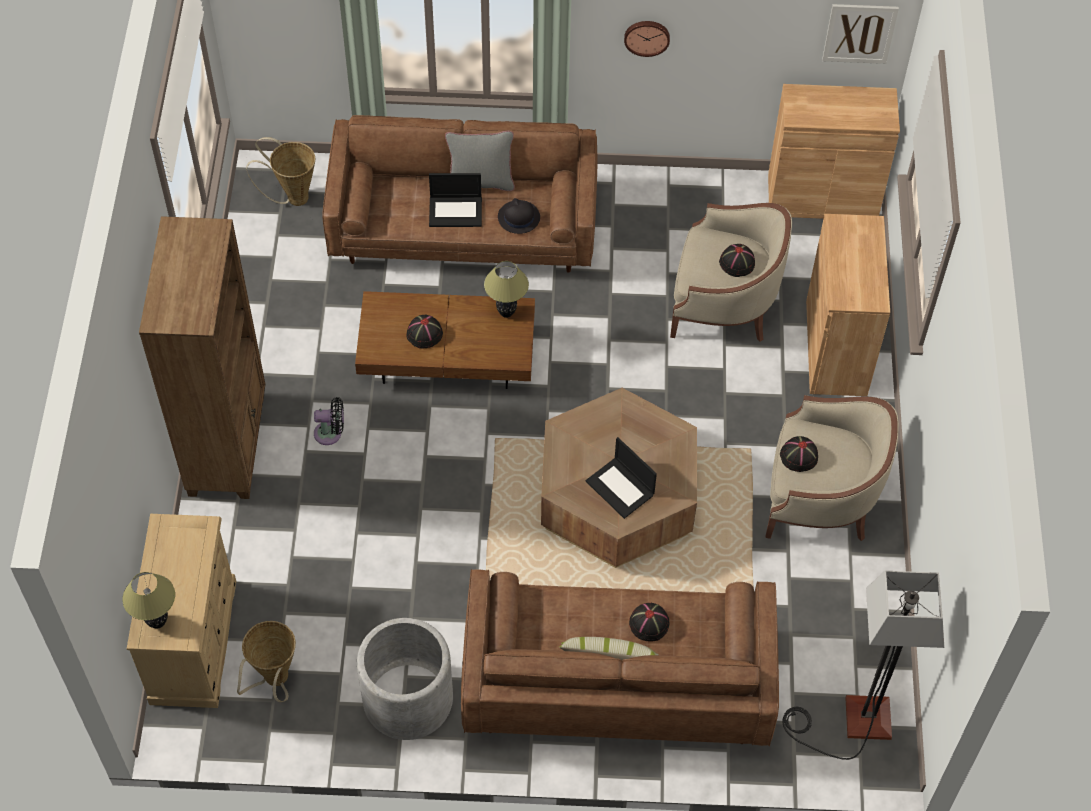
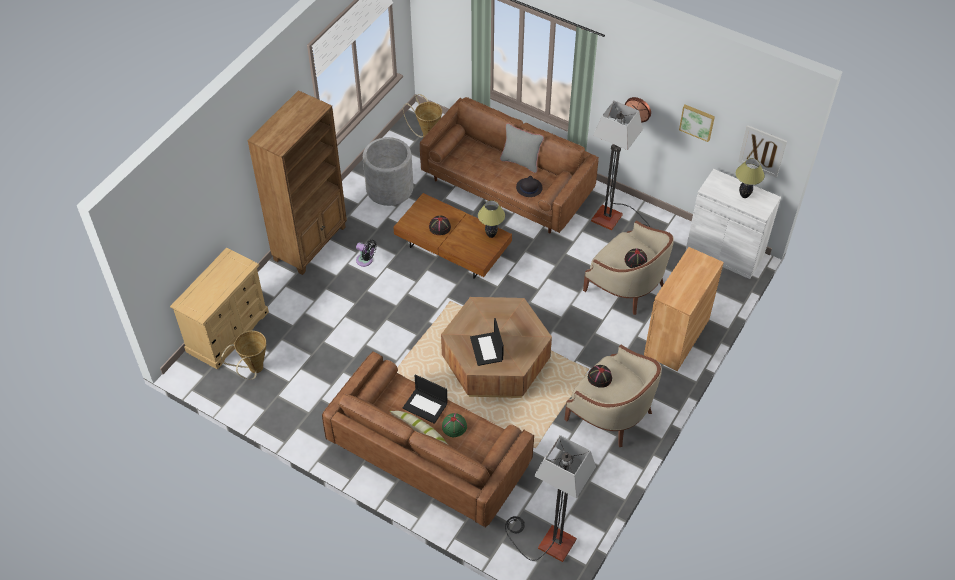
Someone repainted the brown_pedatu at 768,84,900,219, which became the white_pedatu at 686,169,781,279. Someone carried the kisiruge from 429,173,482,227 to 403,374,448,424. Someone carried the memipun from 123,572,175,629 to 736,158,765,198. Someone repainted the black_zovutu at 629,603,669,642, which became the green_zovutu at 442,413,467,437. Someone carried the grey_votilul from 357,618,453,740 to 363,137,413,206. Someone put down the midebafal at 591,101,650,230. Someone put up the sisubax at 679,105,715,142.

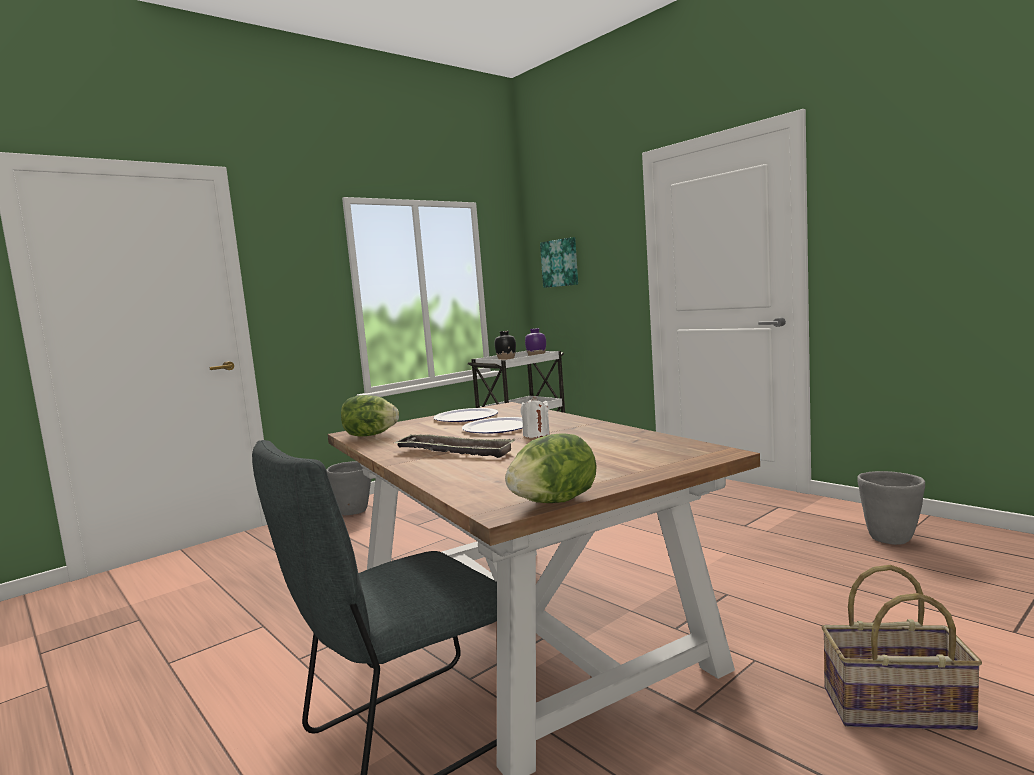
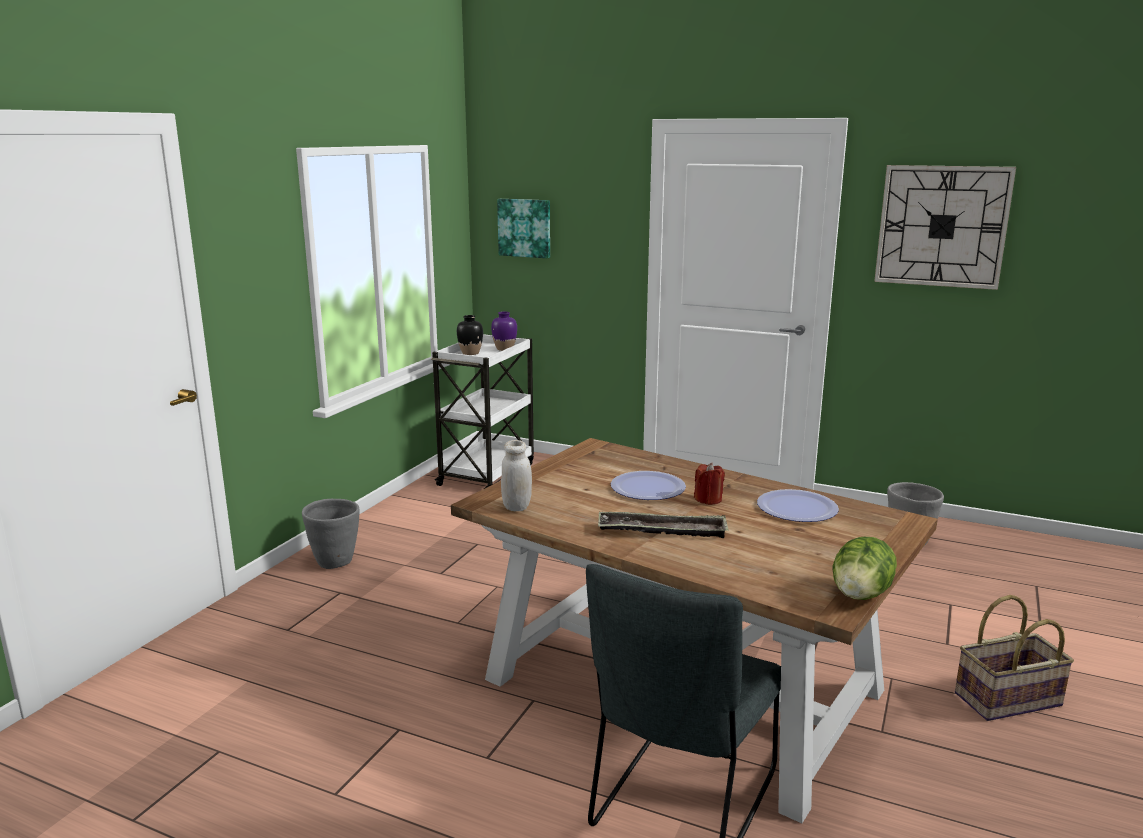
Someone swapped the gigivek at 341,395,399,437 for the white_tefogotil at 501,440,532,511. Someone repainted the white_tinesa at 521,396,550,438, which became the red_tinesa at 694,463,725,505. Someone carried the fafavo from 433,408,498,422 to 757,489,839,522. Someone put up the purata at 874,165,1016,290.

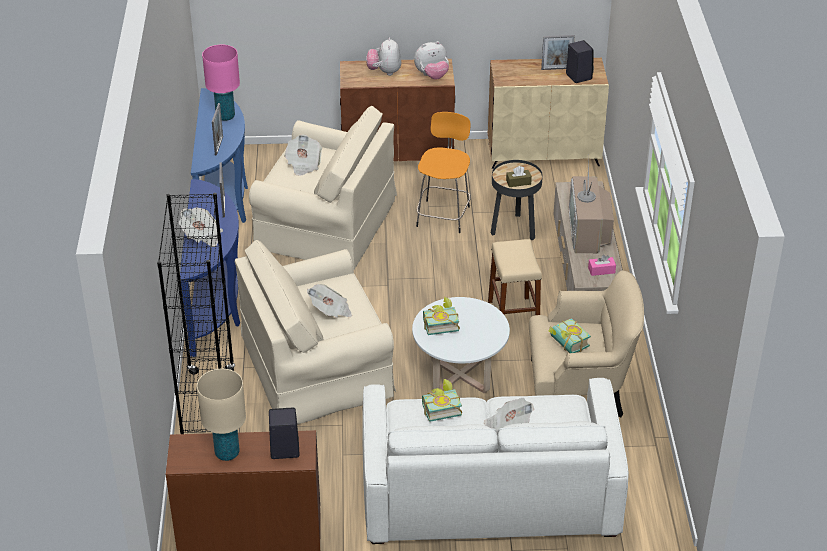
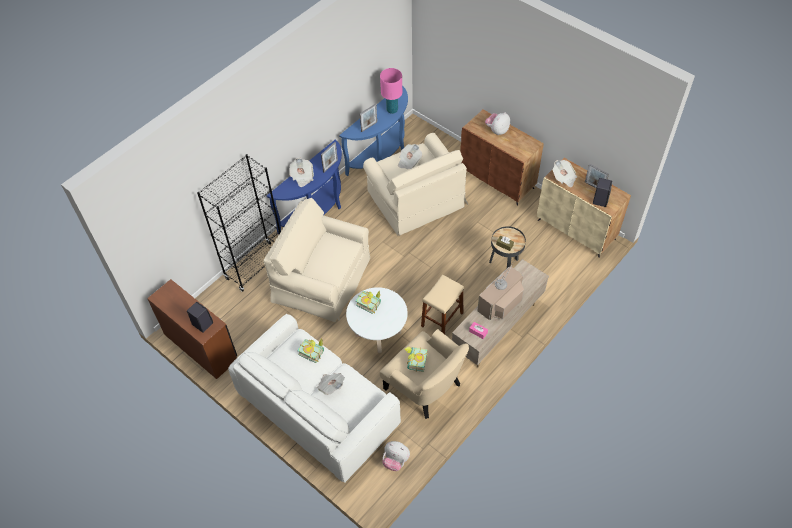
Someone carried the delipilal from 414,41,449,80 to 382,441,410,471. Someone took away the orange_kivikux at 416,112,471,233. Someone carried the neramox from 307,284,352,318 to 553,160,577,187. Someone took away the beige_memipun at 197,369,246,461.

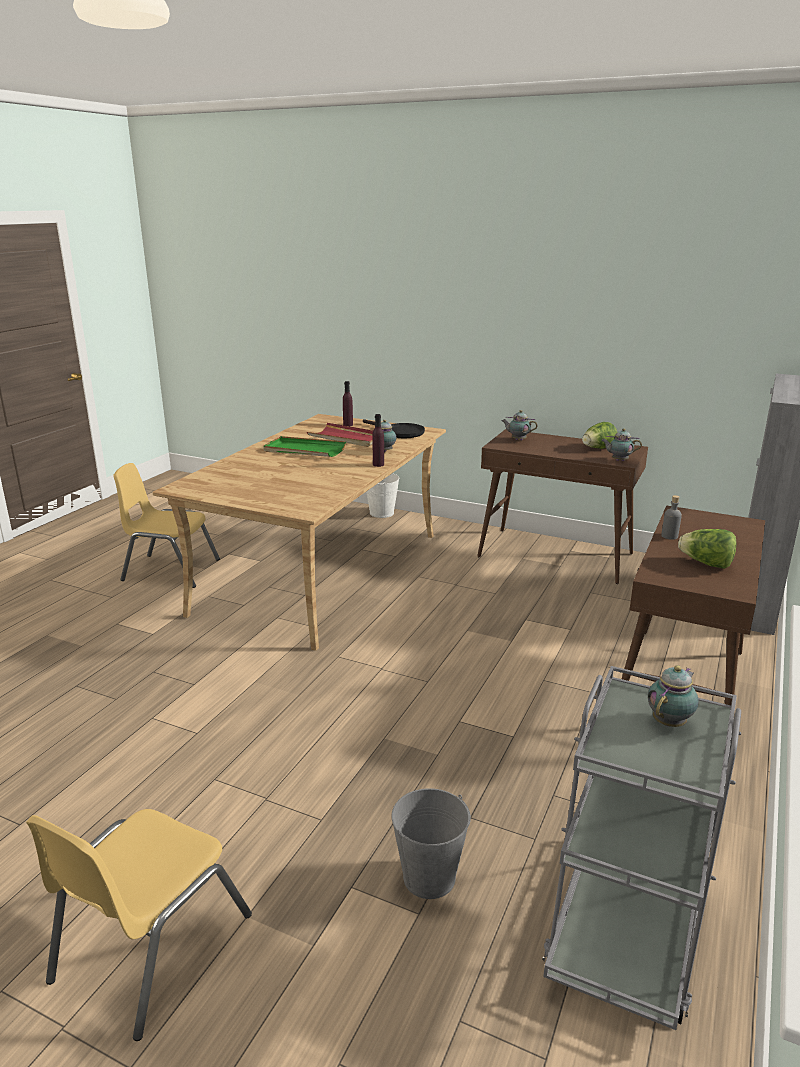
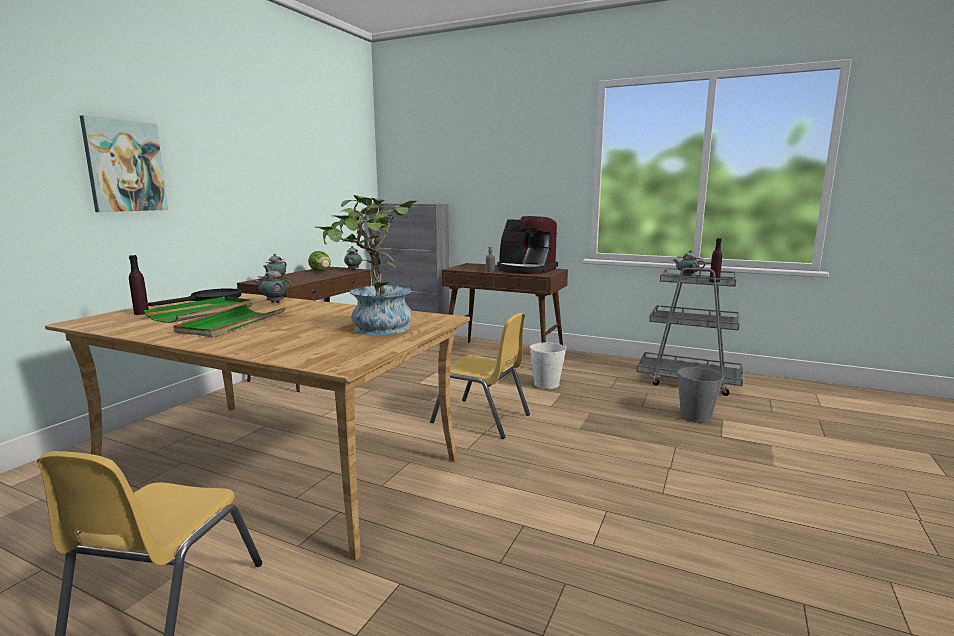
Someone carried the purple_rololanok from 372,414,384,467 to 709,238,722,283. Someone repainted the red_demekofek at 307,423,373,447, which became the green_demekofek at 143,296,252,323. Someone carried the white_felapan from 366,473,399,518 to 530,343,566,389. Someone swapped the gigivek at 678,529,737,569 for the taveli at 497,216,558,274. Someone carried the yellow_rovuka from 26,809,252,1041 to 430,313,530,439. Someone put up the sisubax at 80,115,168,212. Someone put down the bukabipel at 314,195,420,335.

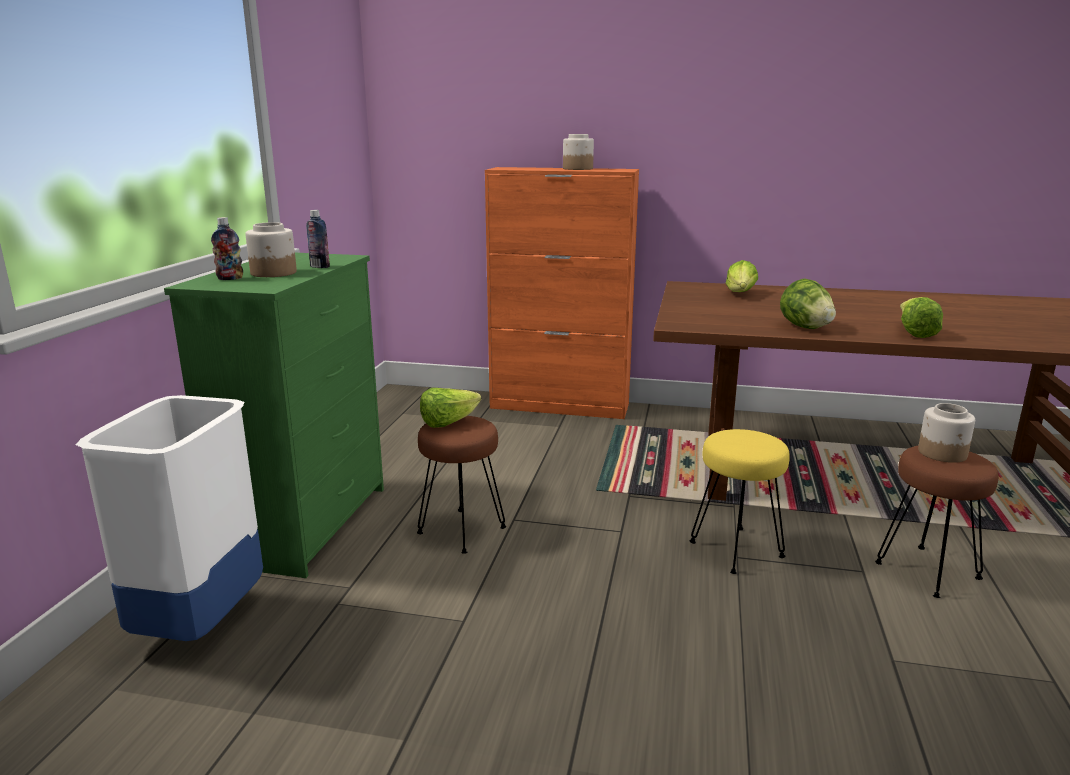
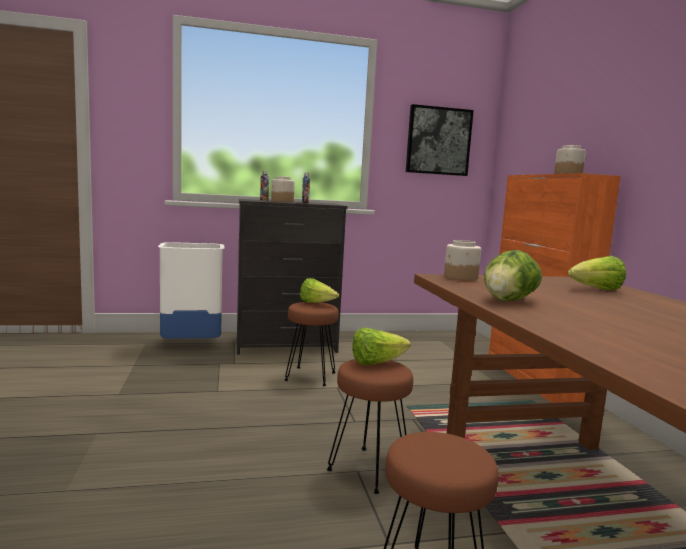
Someone repainted the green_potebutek at 164,253,384,578, which became the black_potebutek at 237,199,348,354. Someone carried the gigivek from 900,297,943,338 to 352,327,411,365. Someone carried the tefogotil from 918,403,975,463 to 444,240,481,281. Someone repainted the yellow_kivikux at 690,429,790,574, which became the brown_kivikux at 327,359,413,494. Someone put up the sisubax at 406,104,474,176.

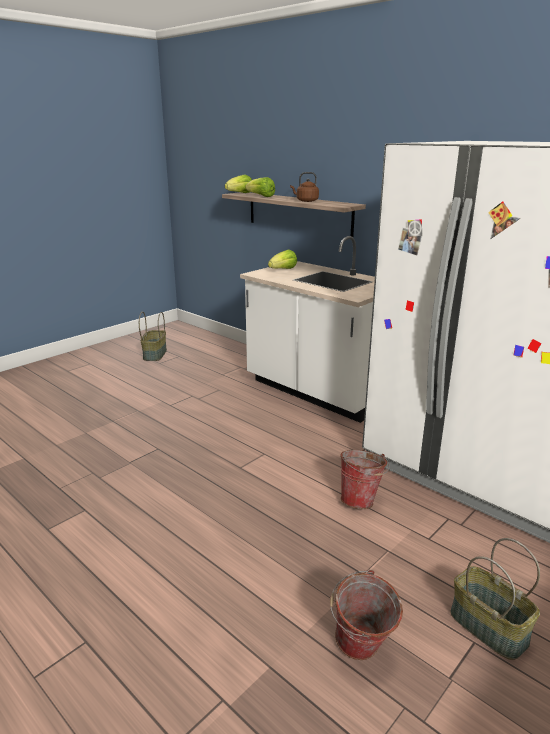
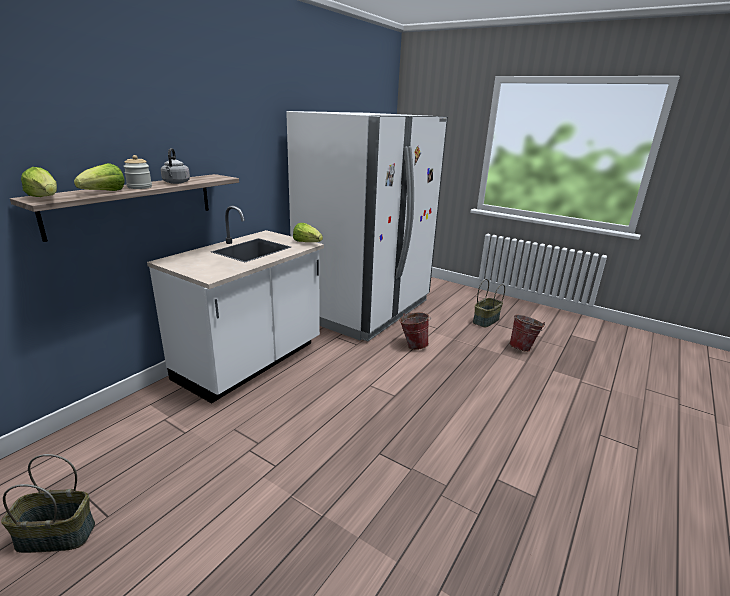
Someone repainted the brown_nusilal at 290,172,319,202, which became the grey_nusilal at 161,148,190,184. Someone carried the gigivek from 268,249,297,269 to 293,223,323,242. Someone put down the tefogotil at 123,155,152,189.

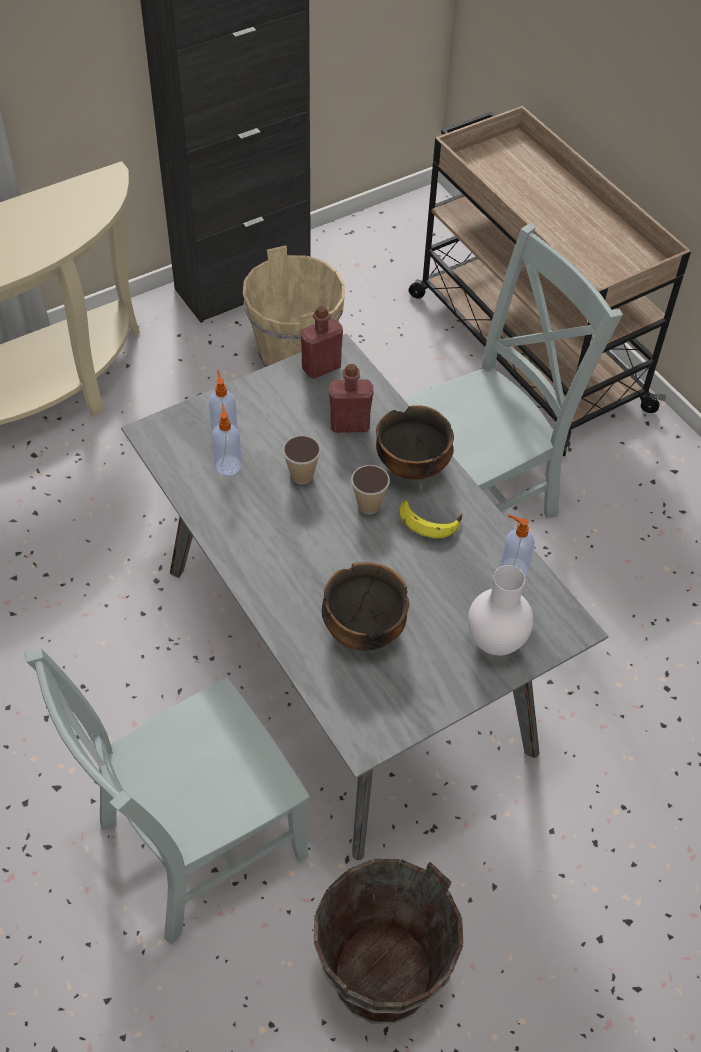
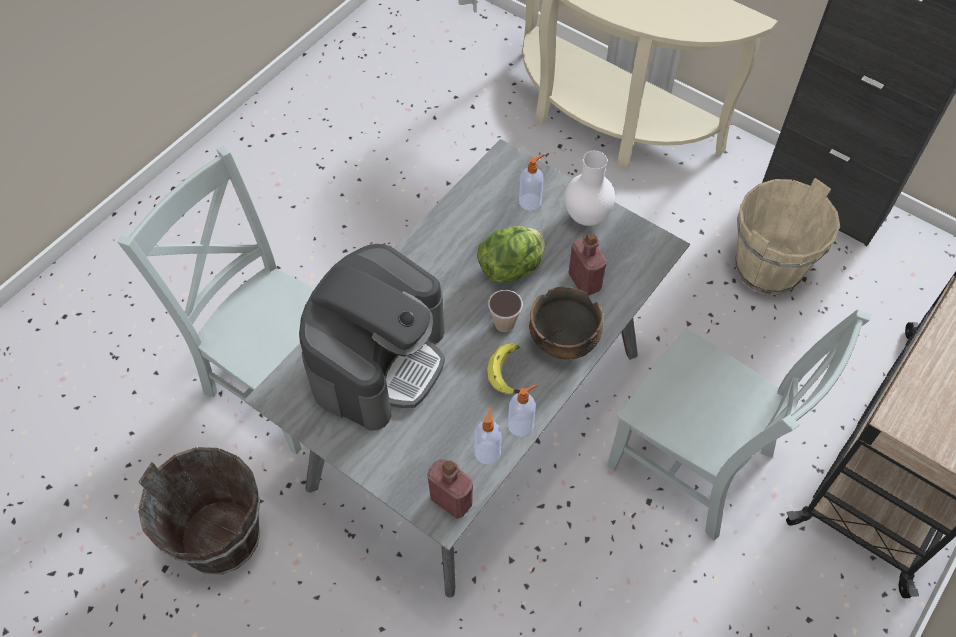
Someone carried the red_rololanok from 300,306,343,379 to 427,459,473,519. Someone carried the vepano from 212,404,242,475 to 508,384,538,437. Someone swapped the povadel at 283,436,321,484 for the gigivek at 477,226,545,282. Someone swapped the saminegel at 322,562,409,650 for the taveli at 299,244,445,431. Someone carried the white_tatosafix from 468,565,534,656 to 565,151,615,226.

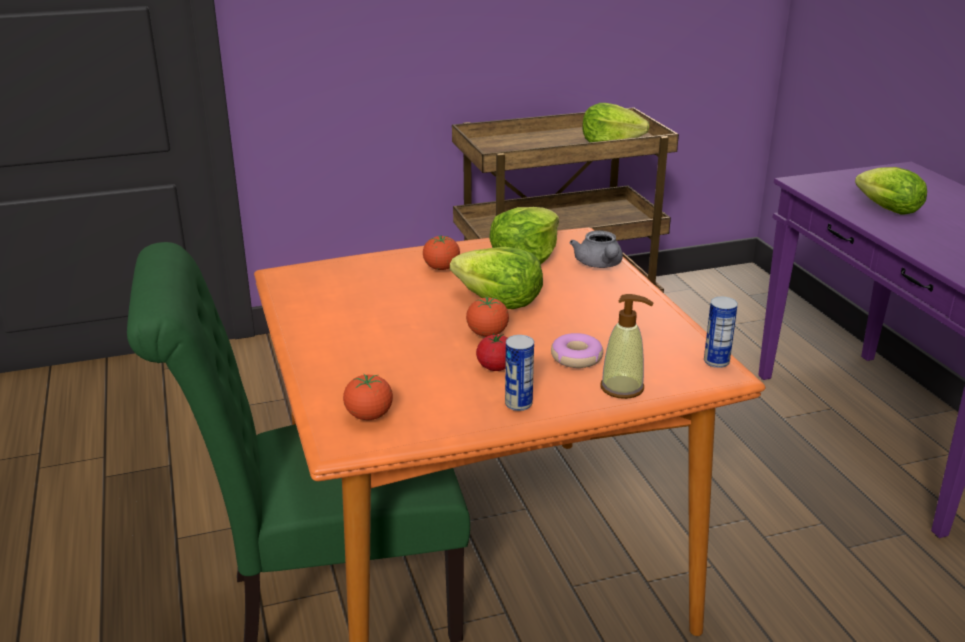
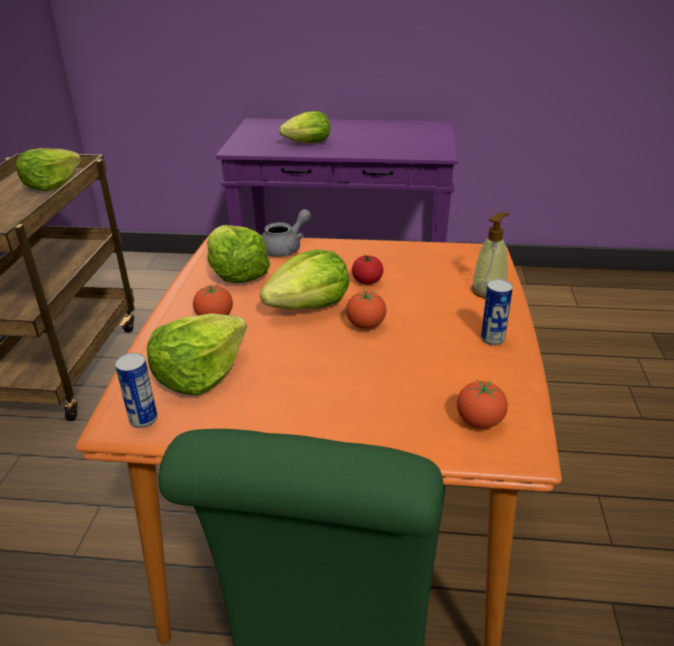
Someone rotated the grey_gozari at 570,230,623,268 by 60 degrees counterclockwise. Someone carried the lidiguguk from 704,297,738,368 to 115,353,157,428. Someone carried the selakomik from 476,333,507,371 to 352,254,384,284. Someone took away the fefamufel at 551,333,603,368. Someone put down the gigivek at 147,313,247,396.

